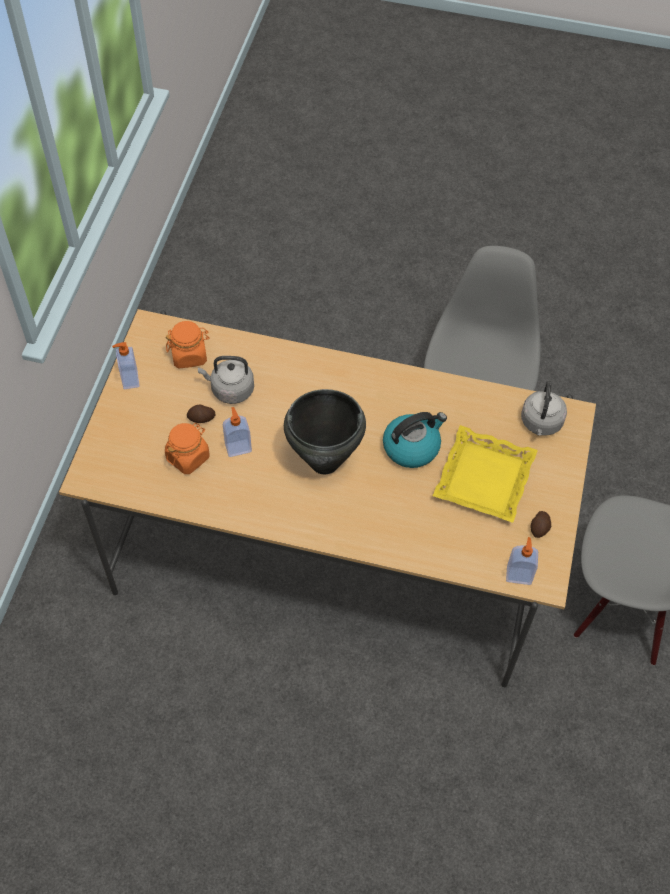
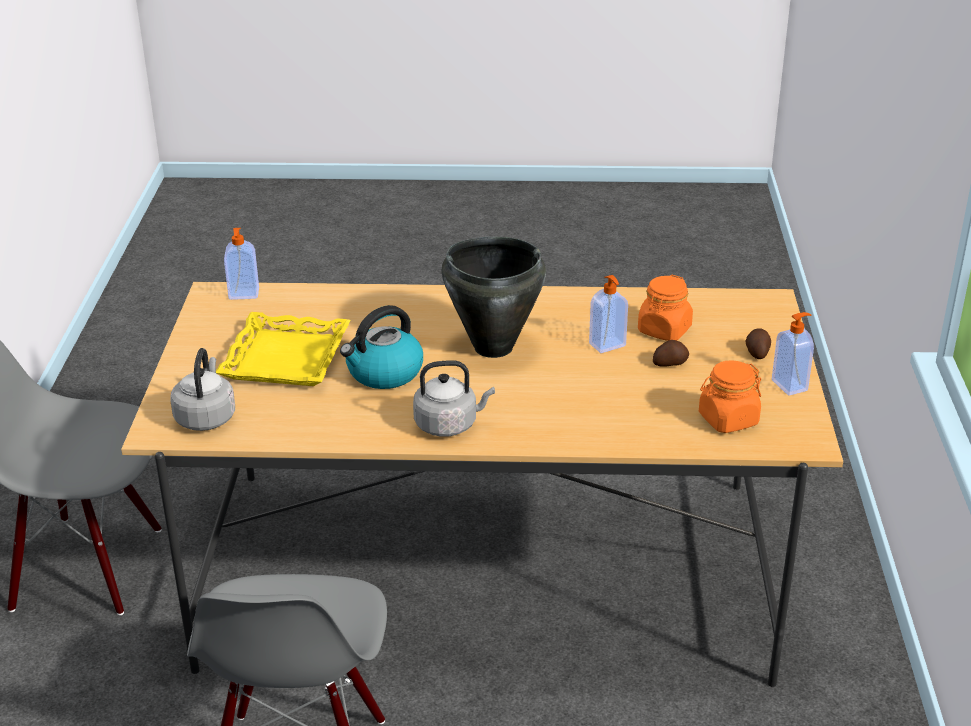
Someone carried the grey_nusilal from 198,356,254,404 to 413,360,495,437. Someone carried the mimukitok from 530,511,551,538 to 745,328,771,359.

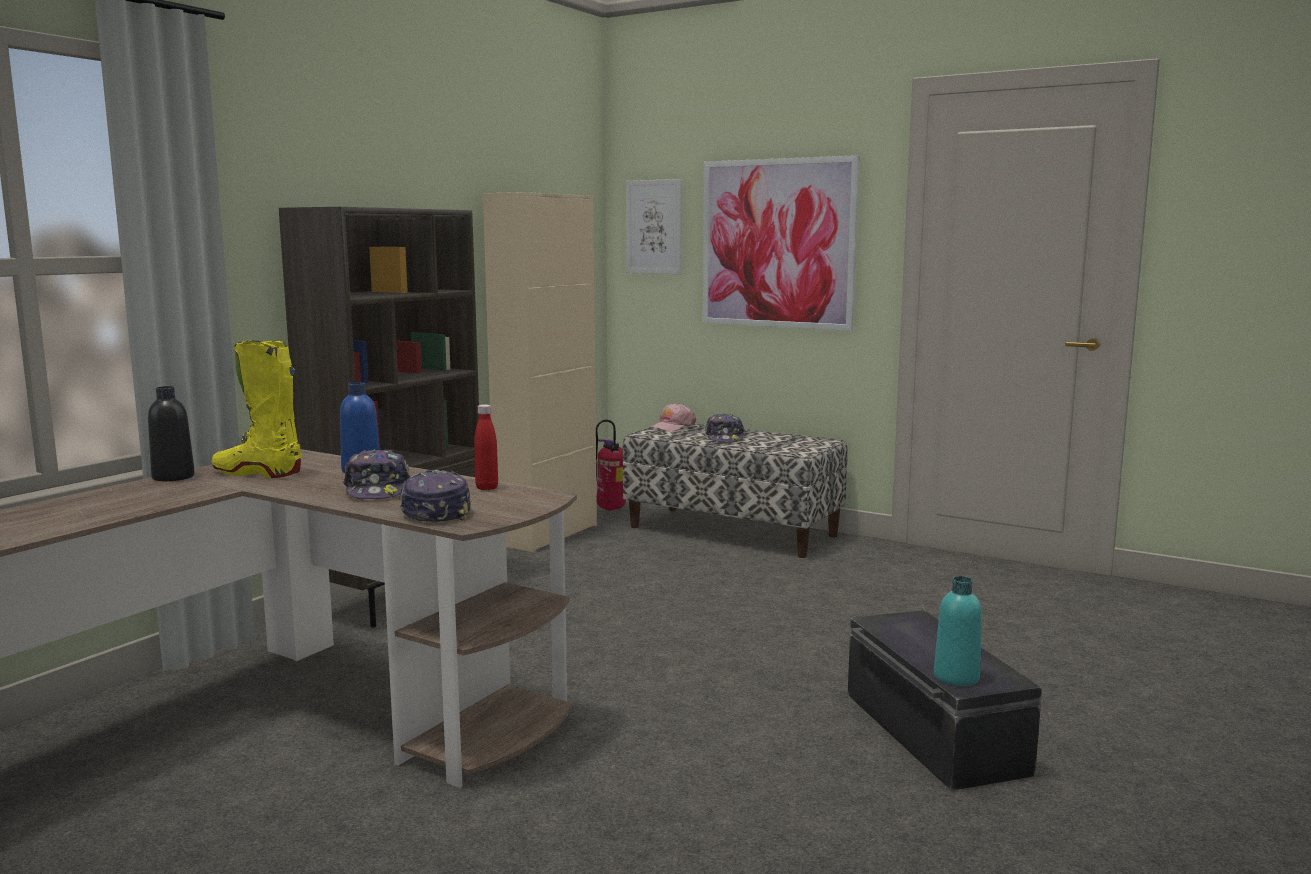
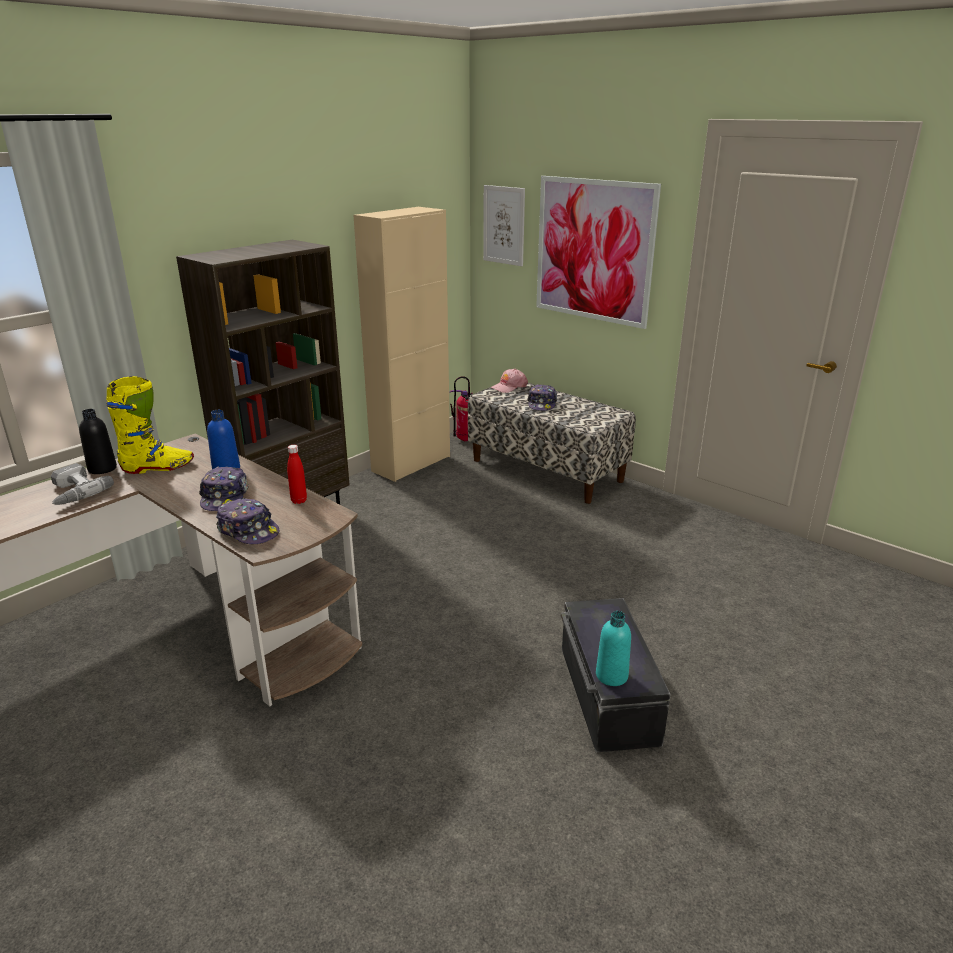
Someone rotated the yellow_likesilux at 211,340,302,478 by 135 degrees clockwise. Someone rotated the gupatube at 398,470,471,522 by 135 degrees clockwise. Someone put down the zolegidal at 51,463,114,505.

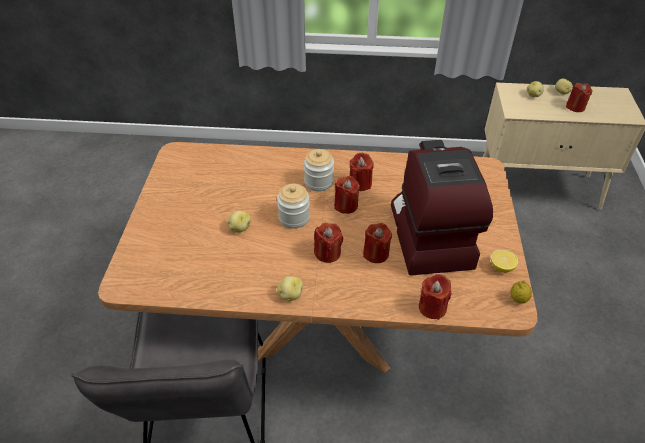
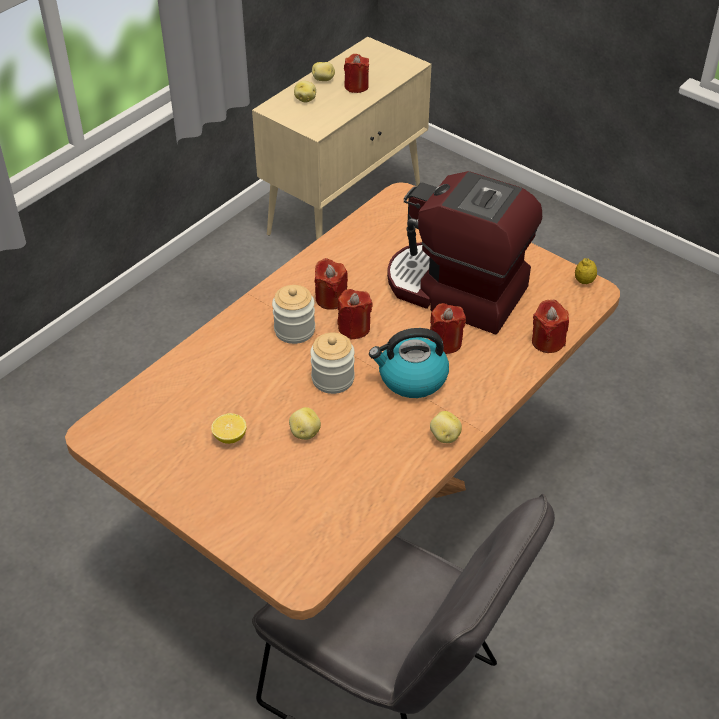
Someone swapped the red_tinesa at 314,223,343,263 for the nusilal at 369,328,449,398. Someone carried the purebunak from 491,250,518,273 to 211,413,246,444.

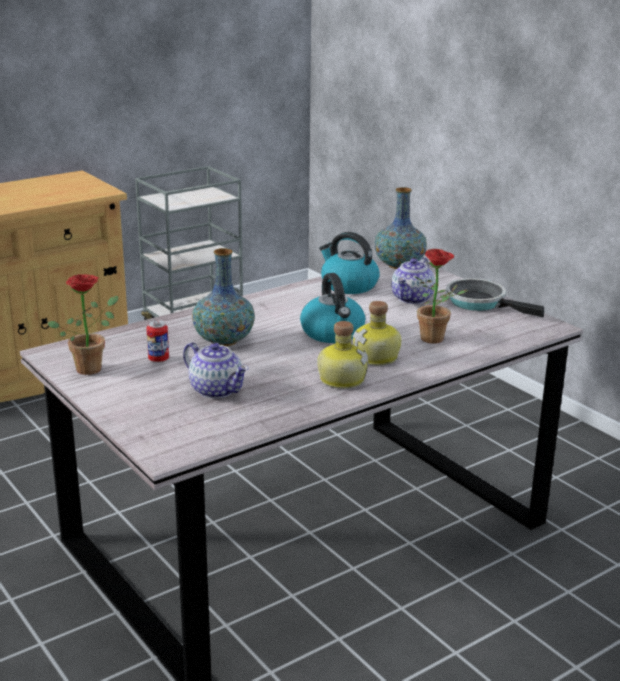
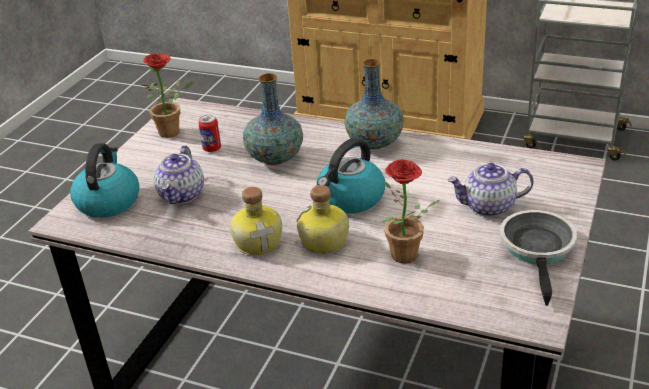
Someone carried the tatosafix from 375,187,427,269 to 344,59,404,149. Someone carried the nusilal from 319,232,380,294 to 70,143,139,218.

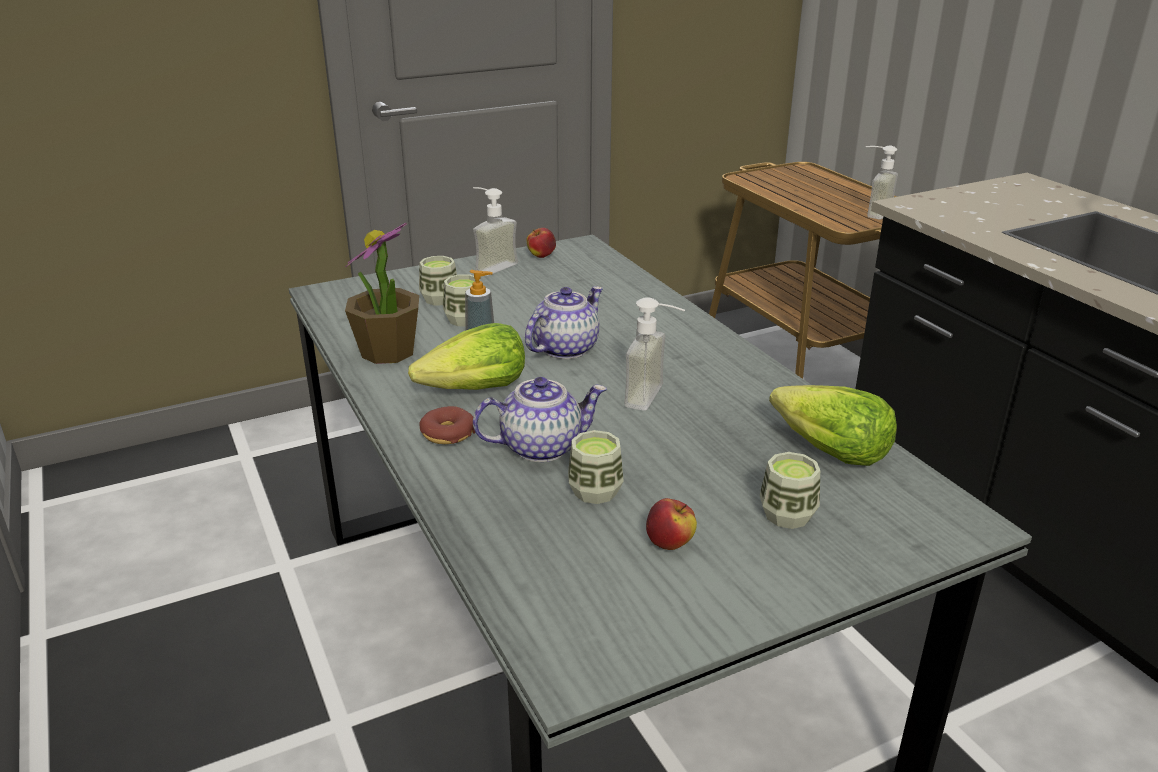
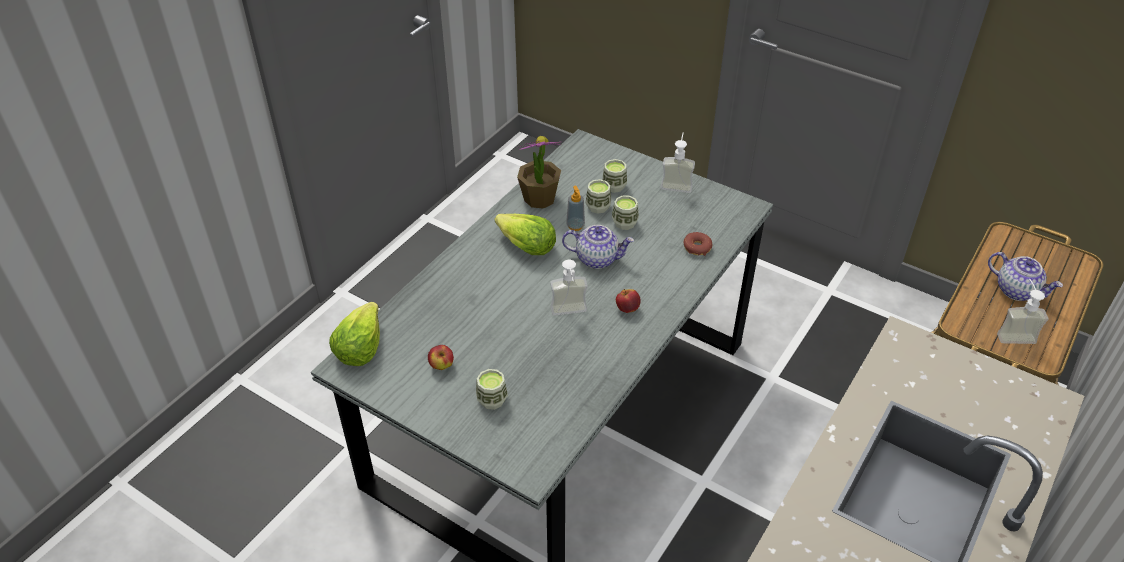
Someone carried the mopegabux from 526,228,556,258 to 616,289,641,313. Someone carried the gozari from 473,377,607,462 to 988,252,1063,301. Someone carried the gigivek from 769,385,897,466 to 329,302,380,366. Someone carried the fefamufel from 419,406,476,444 to 684,232,712,256. Someone carried the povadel from 568,430,624,504 to 612,195,639,230.

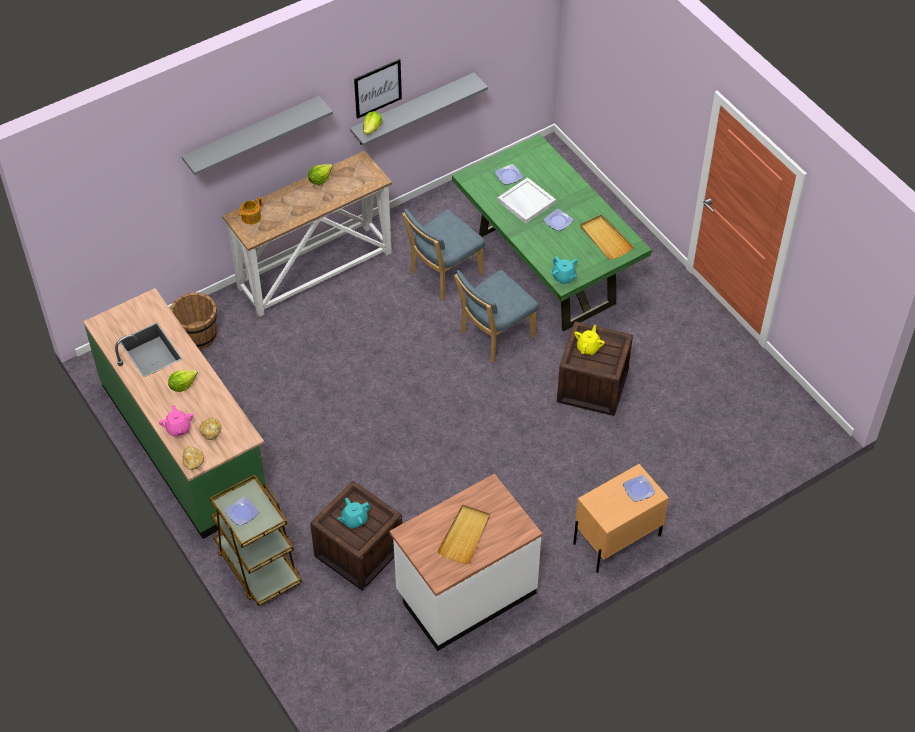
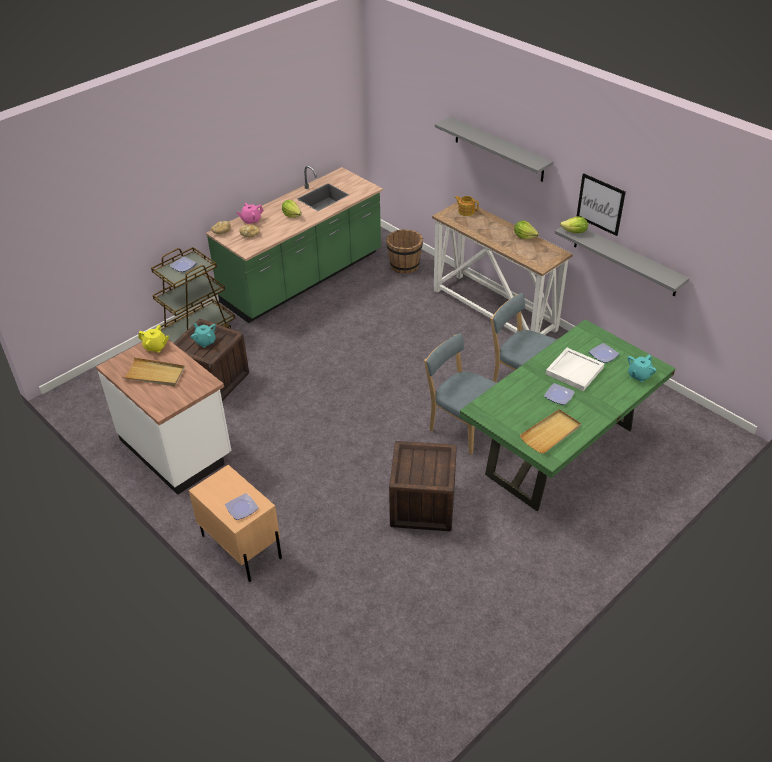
Someone carried the turquoise_gozari from 552,256,578,285 to 628,355,657,382. Someone carried the yellow_gozari from 574,325,605,355 to 138,325,169,353.

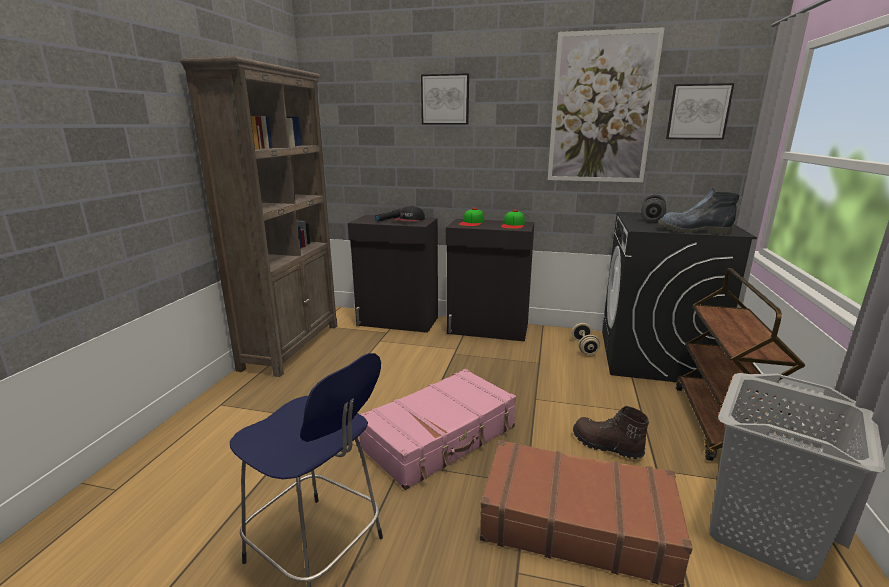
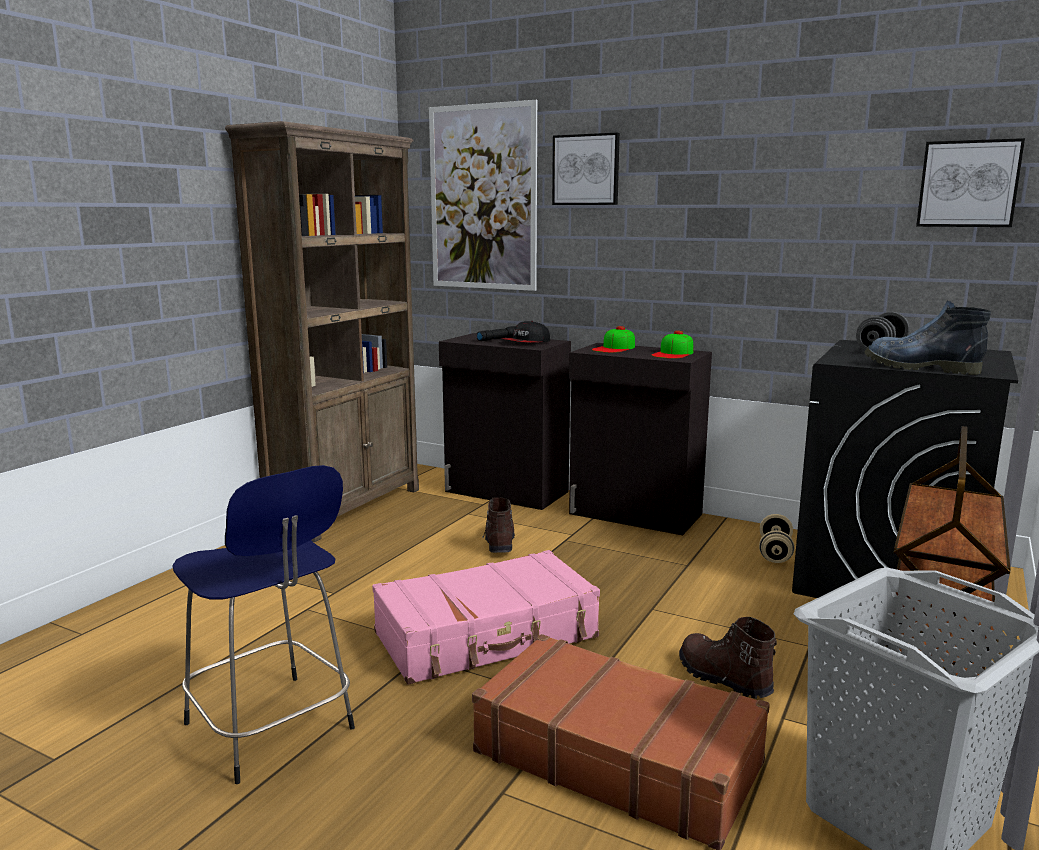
Someone carried the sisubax from 548,27,665,182 to 429,100,537,291. Someone put down the brown_likesilux at 482,497,515,553.

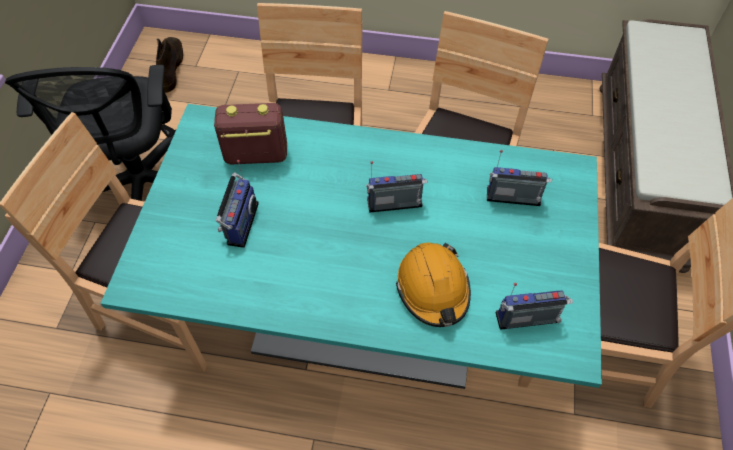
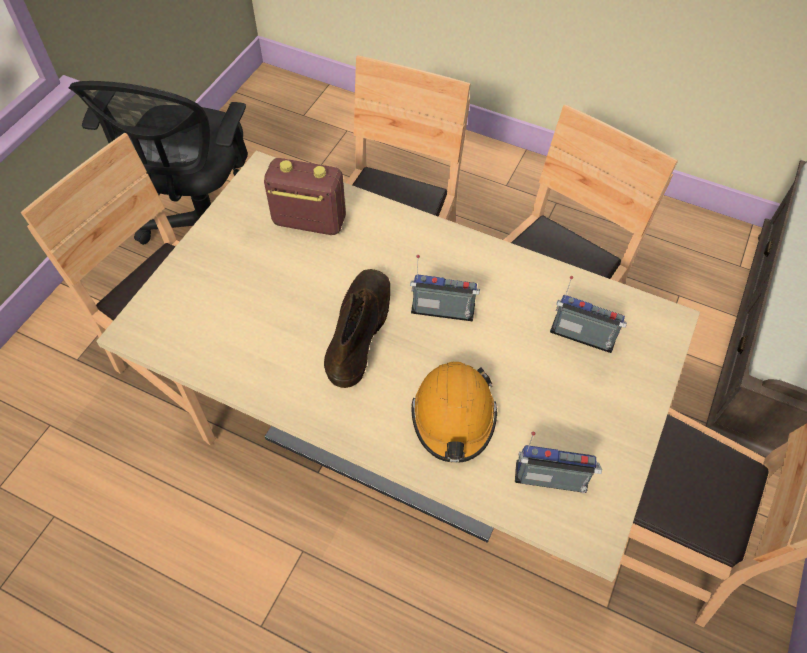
Someone carried the brown_likesilux from 156,37,183,93 to 324,269,390,388. Someone repainted the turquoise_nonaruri at 100,104,602,389, which became the beige_nonaruri at 96,151,700,582. Someone took away the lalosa at 216,160,259,248.

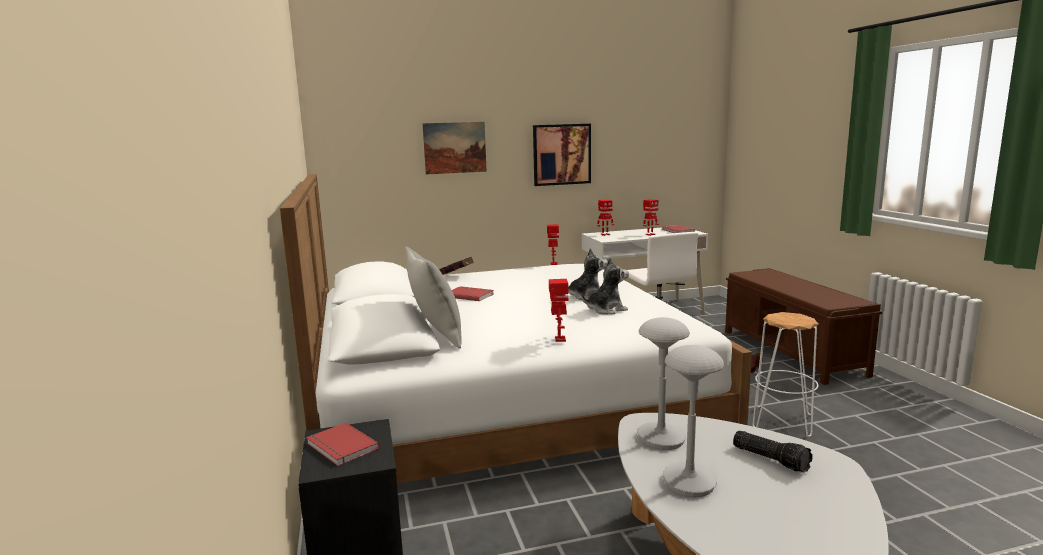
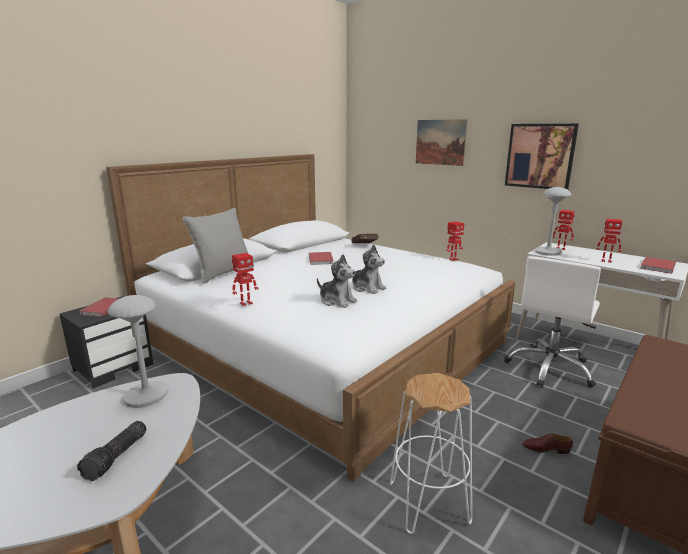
Someone carried the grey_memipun from 663,345,724,498 to 535,187,571,256.

